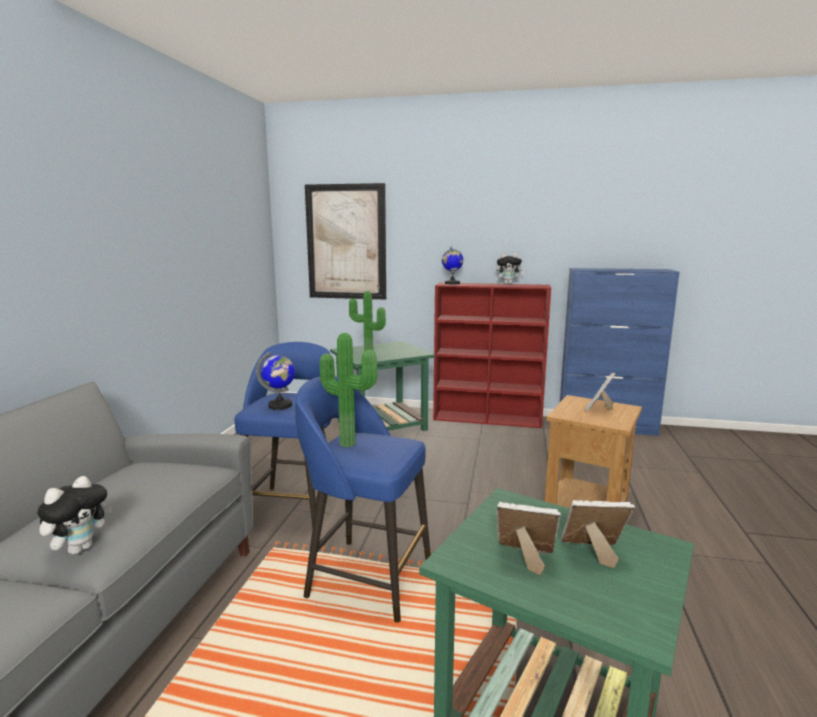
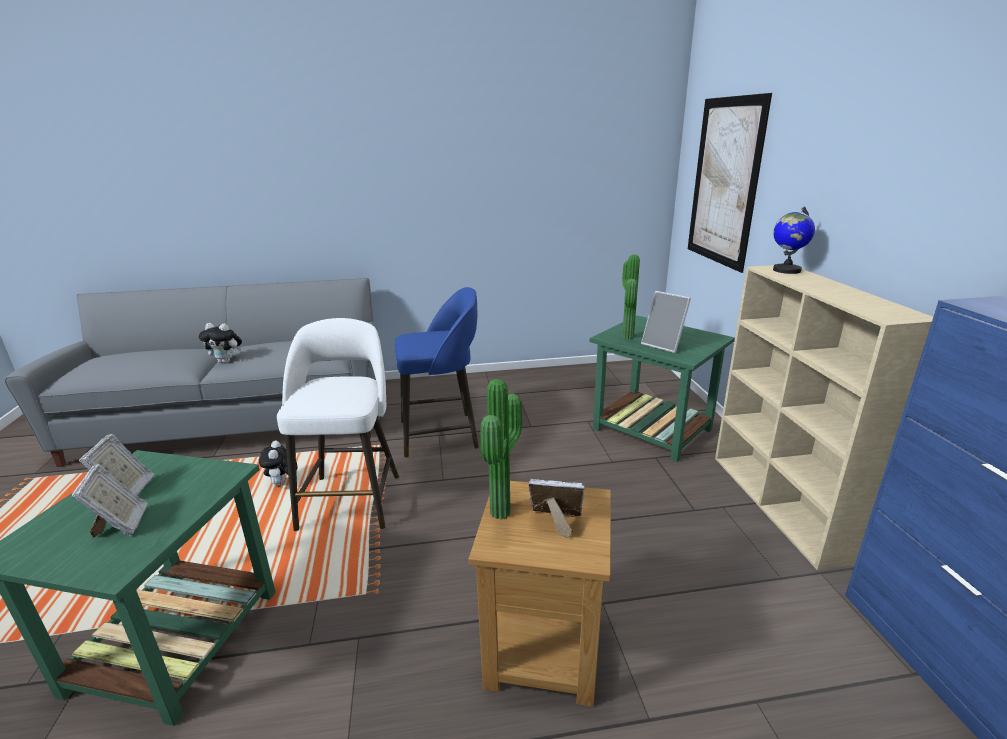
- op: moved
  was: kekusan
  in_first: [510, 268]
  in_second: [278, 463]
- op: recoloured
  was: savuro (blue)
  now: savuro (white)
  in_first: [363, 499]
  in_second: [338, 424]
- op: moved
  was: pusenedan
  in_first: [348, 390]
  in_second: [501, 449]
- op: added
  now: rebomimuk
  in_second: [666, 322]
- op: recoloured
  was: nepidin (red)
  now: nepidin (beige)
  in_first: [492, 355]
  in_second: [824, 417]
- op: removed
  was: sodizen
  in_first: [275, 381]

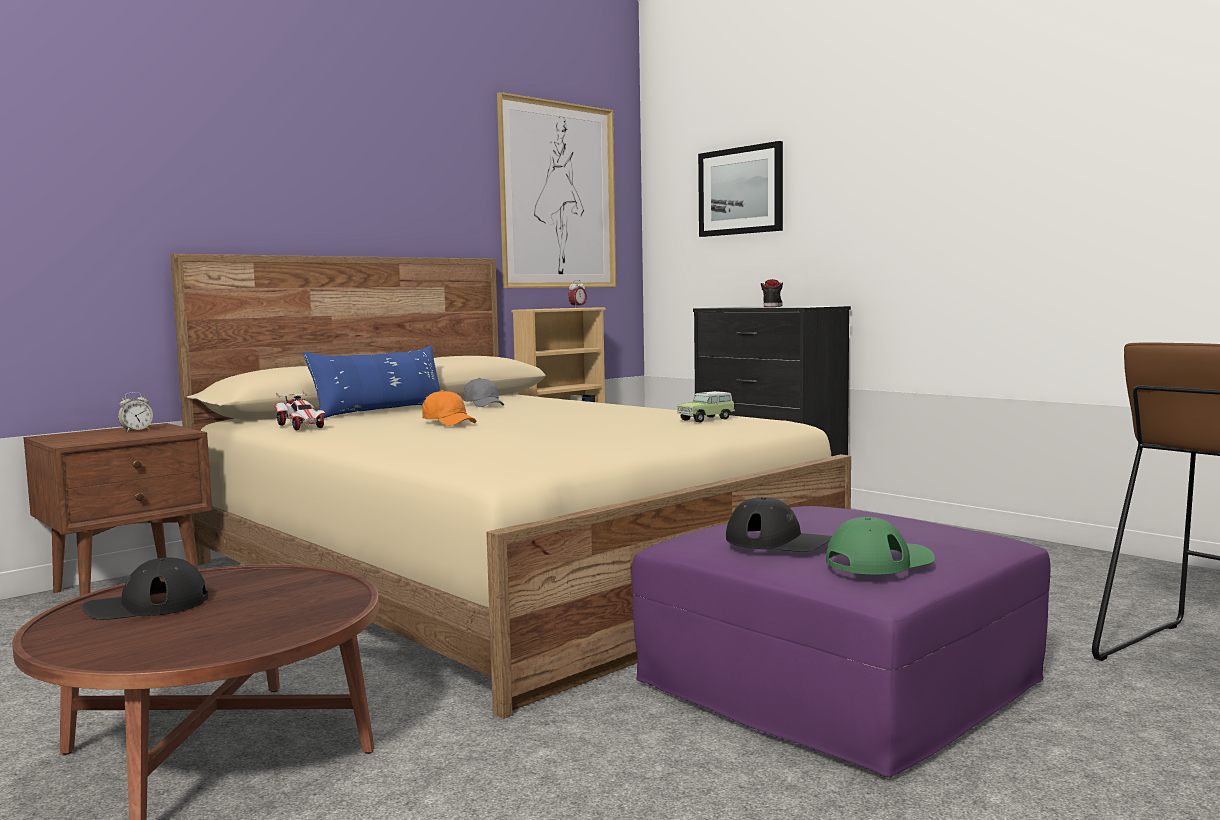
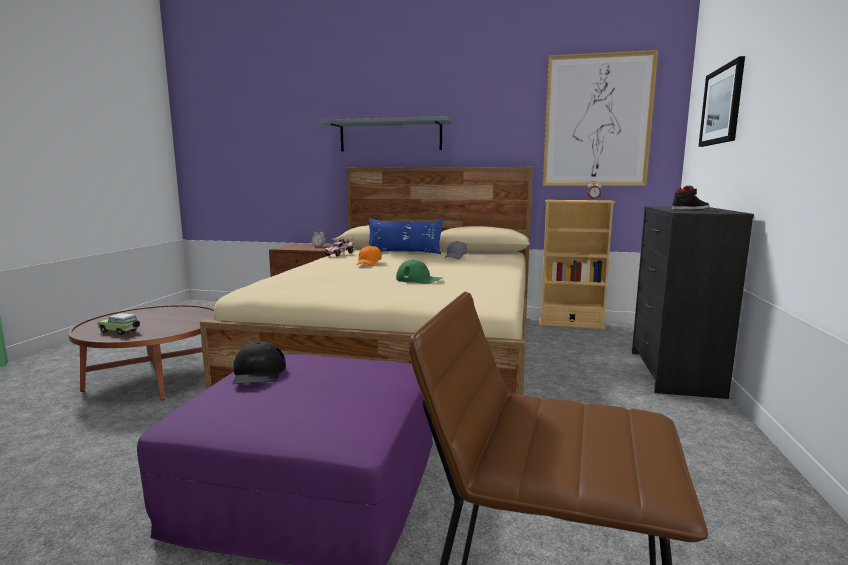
- op: moved
  was: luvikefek
  in_first: [706, 407]
  in_second: [118, 324]
- op: added
  now: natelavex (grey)
  in_second: [385, 133]
- op: moved
  was: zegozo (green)
  in_first: [880, 546]
  in_second: [419, 272]
- op: removed
  was: zegozo (black)
  in_first: [145, 588]

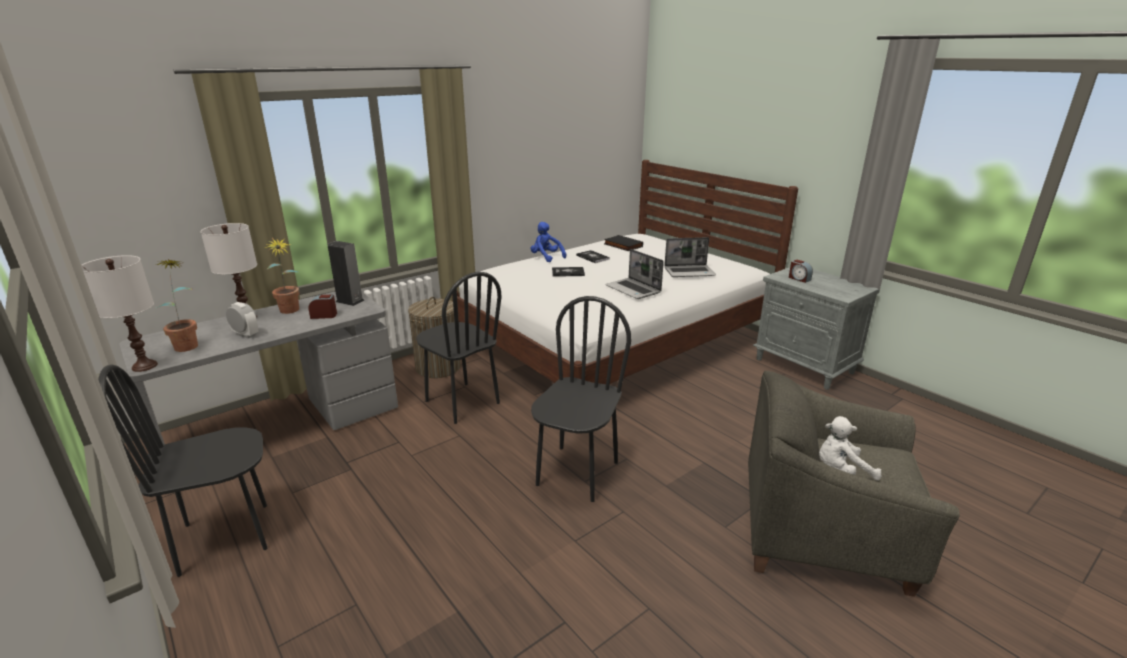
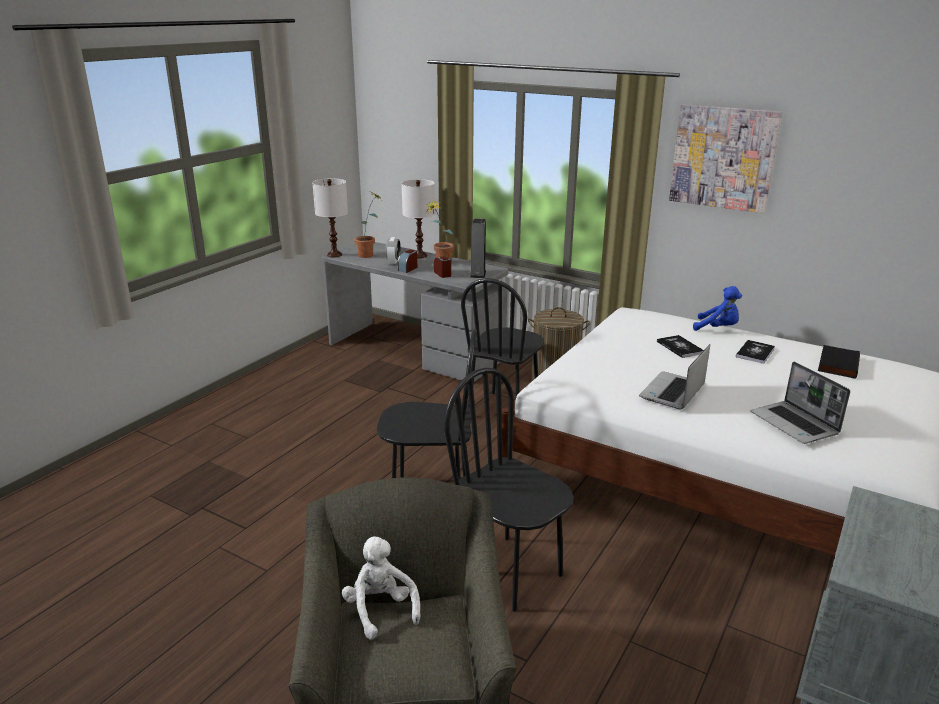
- op: moved
  was: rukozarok
  in_first: [801, 271]
  in_second: [407, 261]
- op: moved
  was: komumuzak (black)
  in_first: [182, 471]
  in_second: [509, 490]
- op: added
  now: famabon
  in_second: [725, 158]
- op: turned
  was: kekusan (blue)
  in_first: [548, 242]
  in_second: [717, 308]
  clockwise: 90

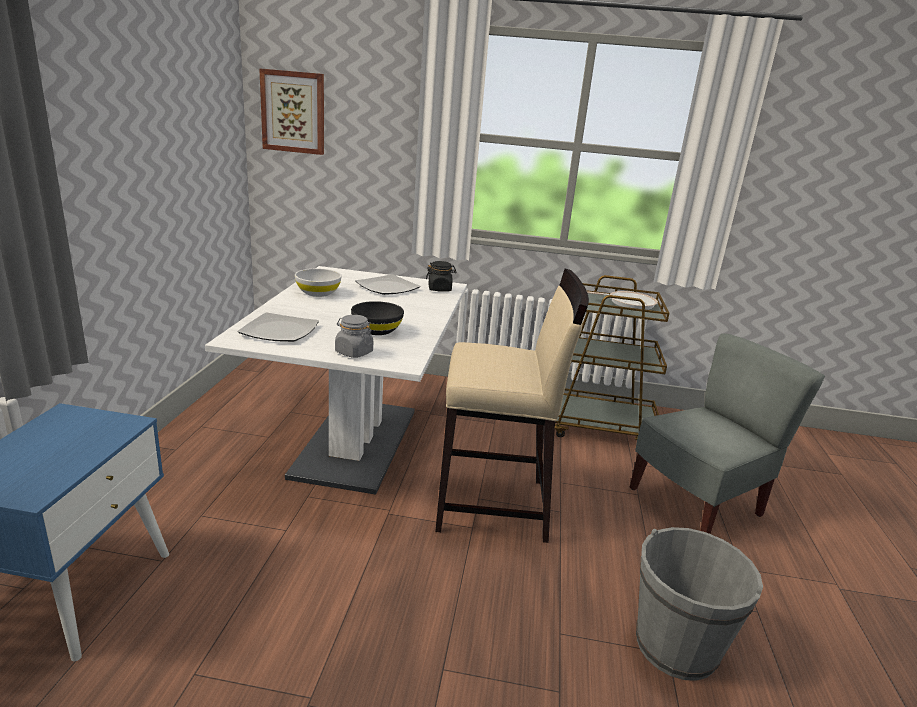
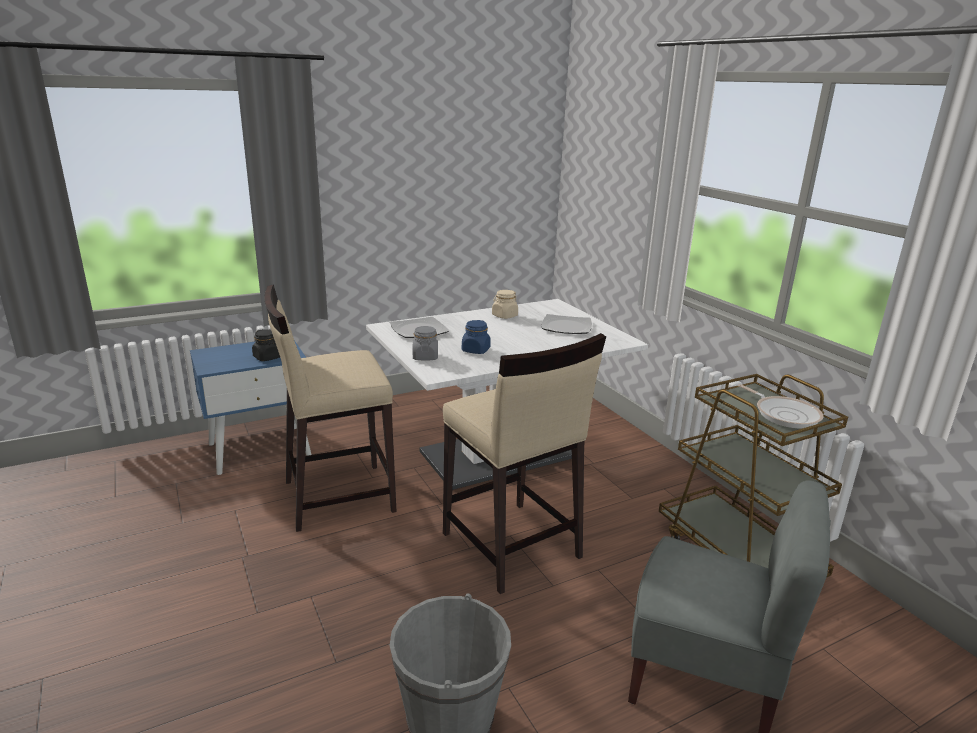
- op: moved
  was: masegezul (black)
  in_first: [441, 276]
  in_second: [266, 345]
- op: added
  now: savuro (beige)
  in_second: [330, 408]
- op: replaced
  was: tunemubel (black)
  now: masegezul (blue)
  in_first: [377, 318]
  in_second: [476, 337]
- op: replaced
  was: tunemubel (white)
  now: masegezul (beige)
  in_first: [318, 283]
  in_second: [505, 304]
- op: removed
  was: famabon
  in_first: [291, 111]

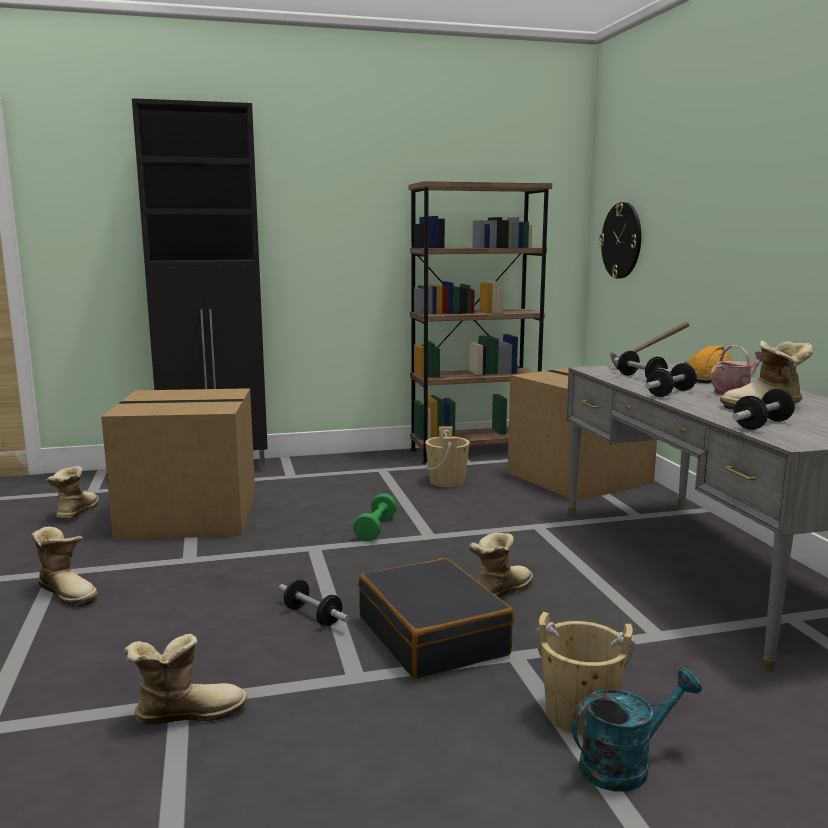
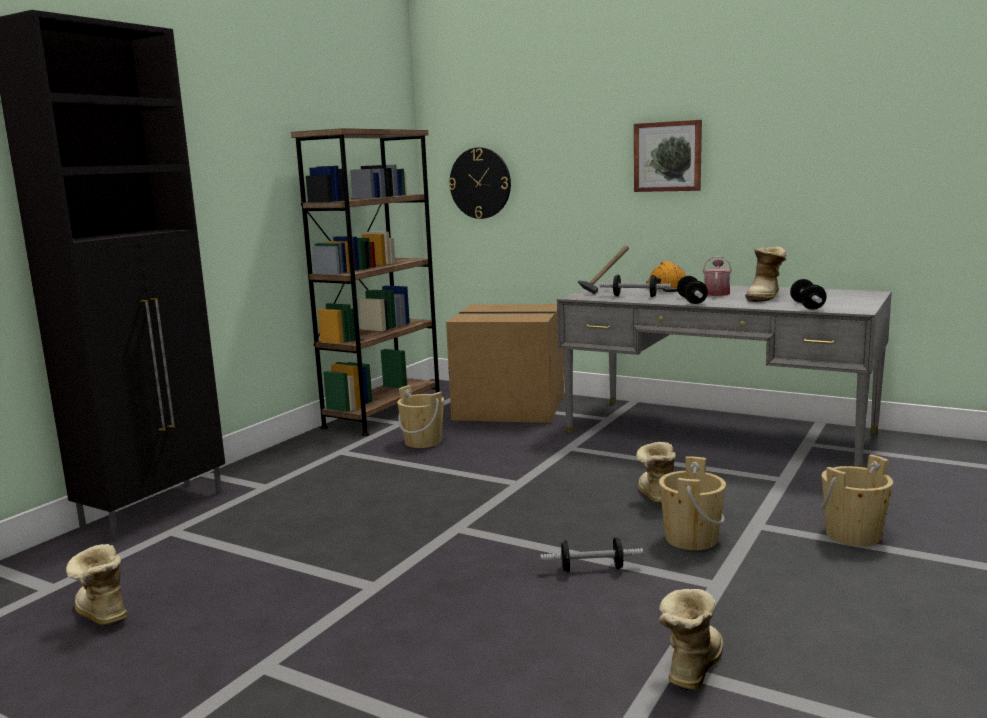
- op: added
  now: famabon
  in_second: [668, 156]
- op: replaced
  was: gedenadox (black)
  now: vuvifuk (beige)
  in_first: [436, 618]
  in_second: [692, 503]
- op: removed
  was: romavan
  in_first: [64, 566]
- op: removed
  was: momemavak
  in_first: [178, 464]
- op: removed
  was: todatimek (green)
  in_first: [375, 517]
- op: removed
  was: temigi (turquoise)
  in_first: [636, 729]

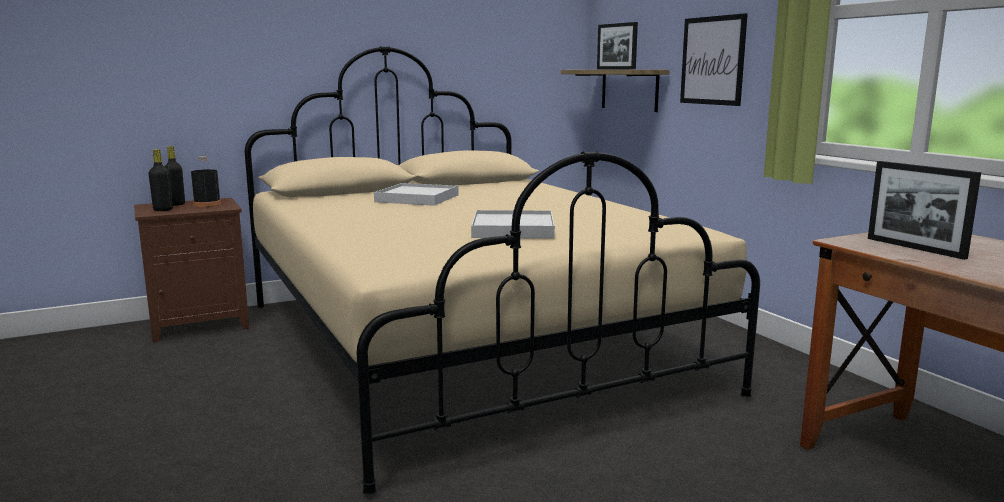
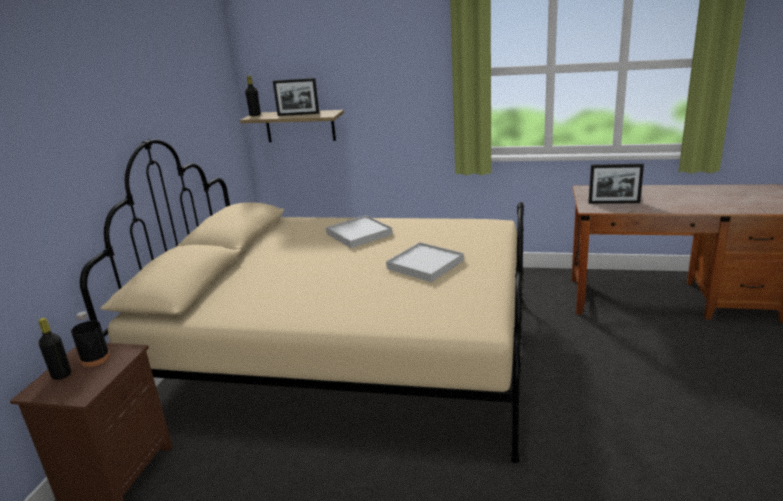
- op: moved
  was: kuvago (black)
  in_first: [160, 180]
  in_second: [253, 96]
- op: moved
  was: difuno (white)
  in_first: [416, 194]
  in_second: [359, 231]
- op: removed
  was: famabon
  in_first: [714, 59]

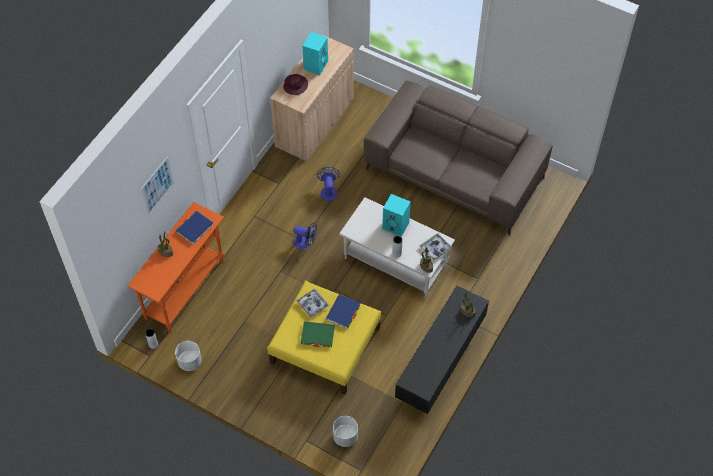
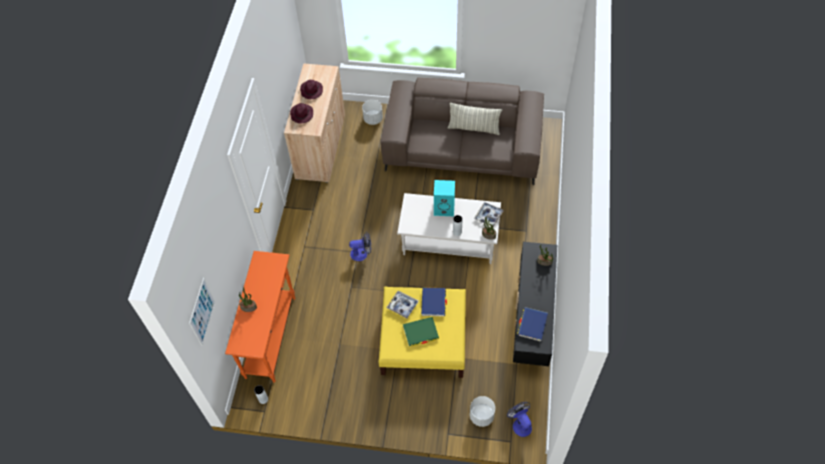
- op: moved
  was: famabon
  in_first: [157, 185]
  in_second: [202, 312]
- op: replaced
  was: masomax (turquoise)
  now: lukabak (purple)
  in_first: [315, 53]
  in_second: [311, 89]
- op: moved
  was: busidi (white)
  in_first: [188, 356]
  in_second: [372, 112]
- op: added
  now: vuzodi
  in_second: [474, 119]
- op: moved
  was: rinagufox
  in_first: [328, 184]
  in_second: [519, 419]
- op: moved
  was: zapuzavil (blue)
  in_first: [195, 227]
  in_second: [532, 324]

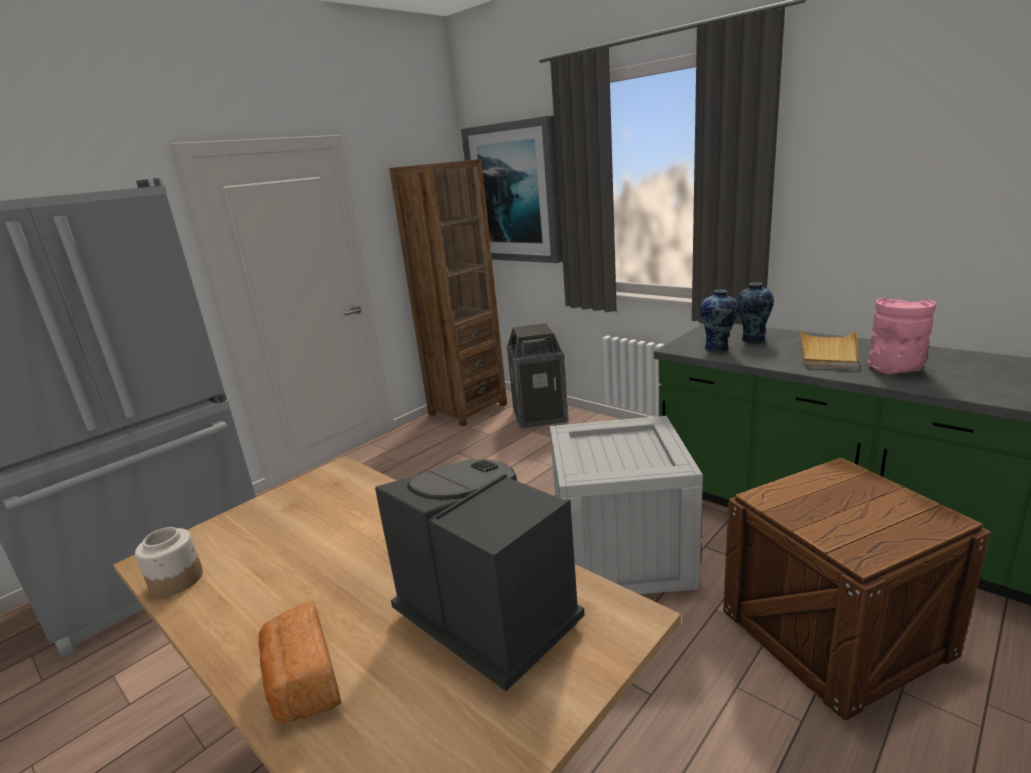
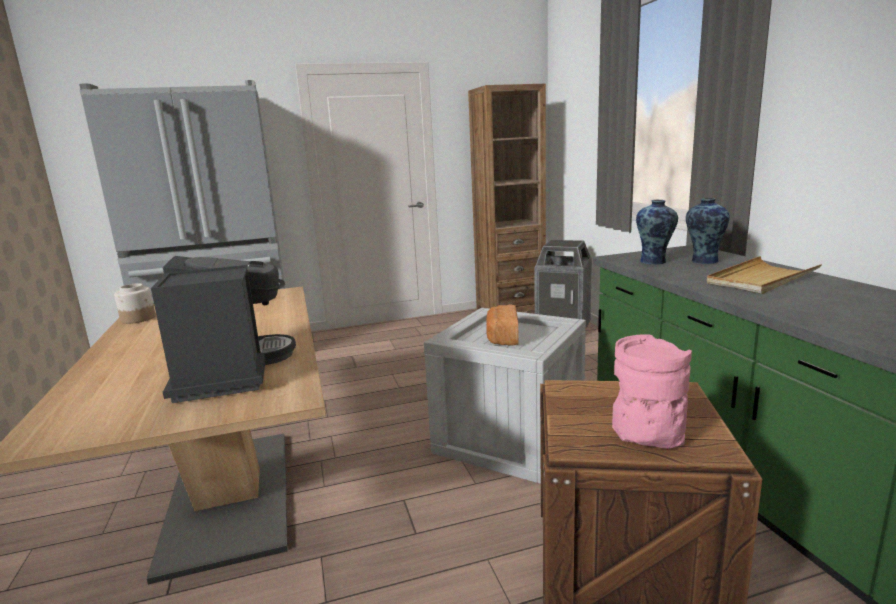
- op: moved
  was: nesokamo
  in_first: [300, 662]
  in_second: [502, 325]
- op: moved
  was: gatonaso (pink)
  in_first: [902, 336]
  in_second: [652, 391]
- op: removed
  was: famabon
  in_first: [512, 189]

